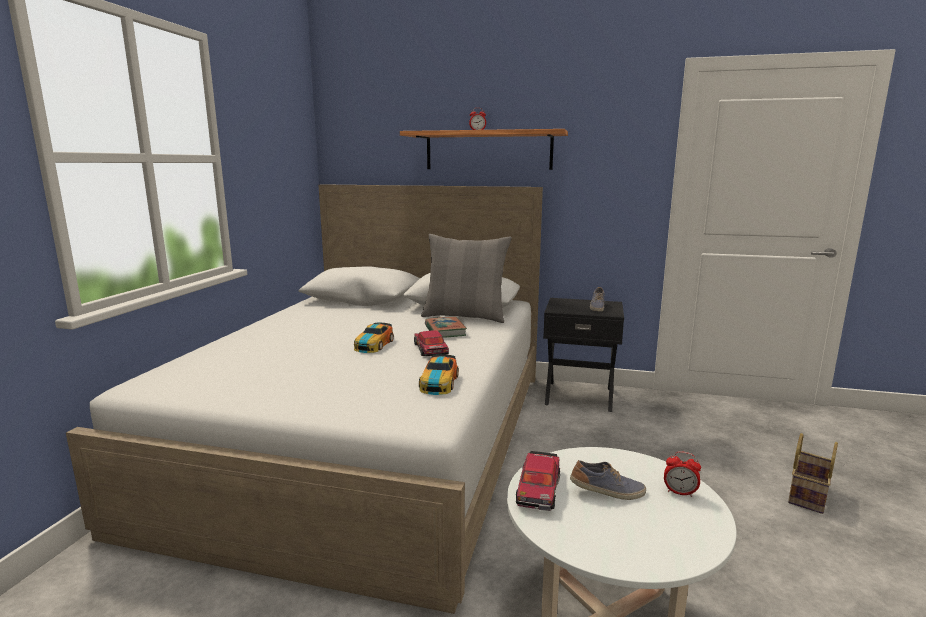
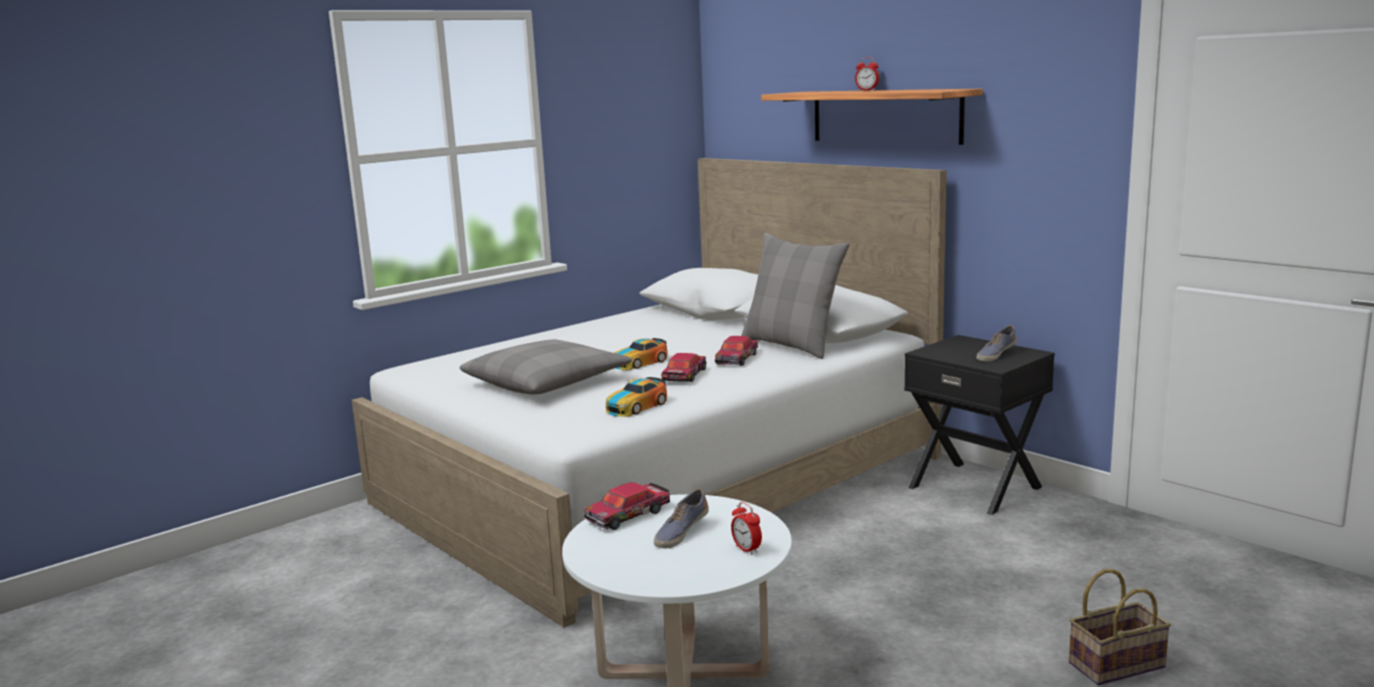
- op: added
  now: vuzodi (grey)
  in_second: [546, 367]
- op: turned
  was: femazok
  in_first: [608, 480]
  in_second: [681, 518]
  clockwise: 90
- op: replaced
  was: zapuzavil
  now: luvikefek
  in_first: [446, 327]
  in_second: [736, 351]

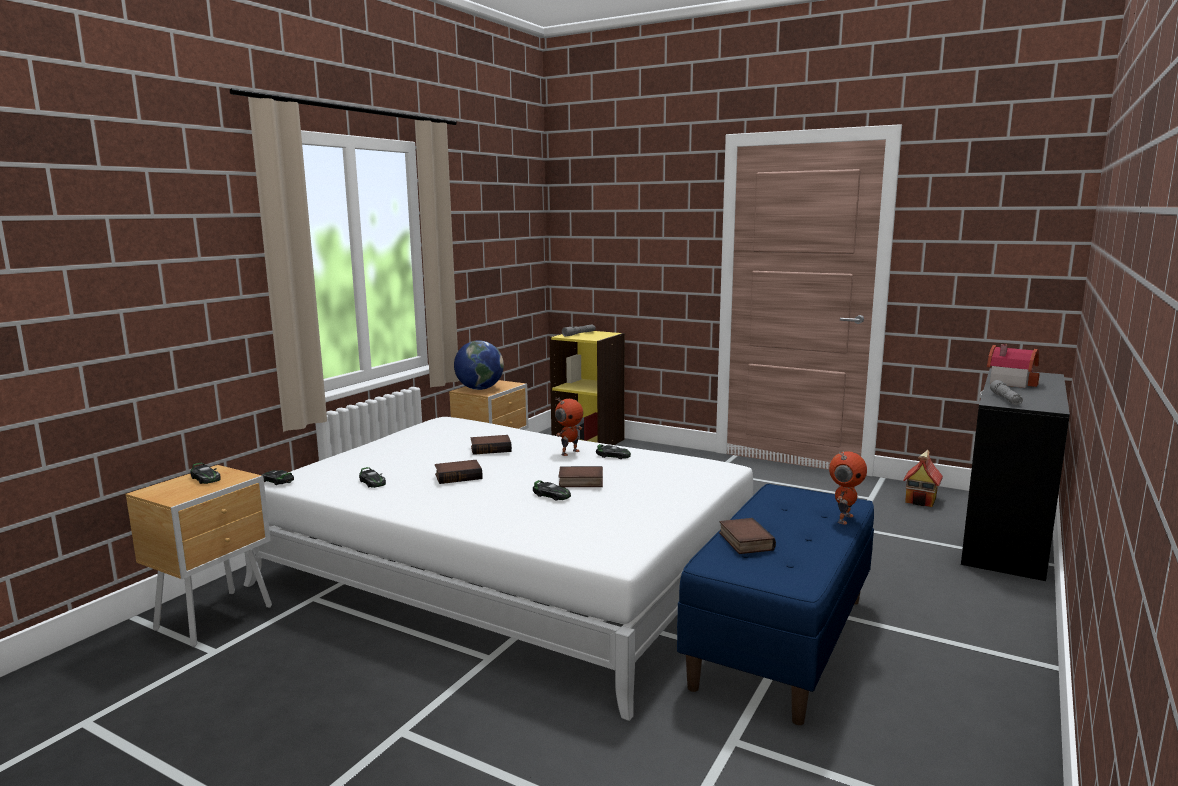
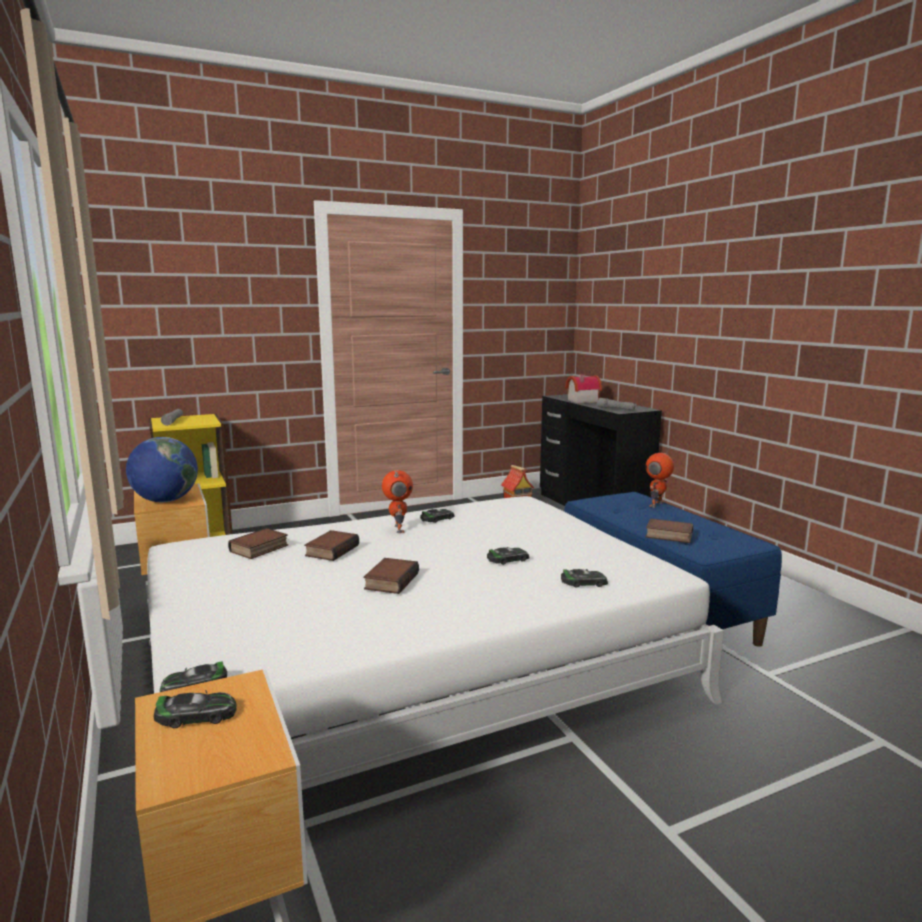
- op: moved
  was: zapuzavil
  in_first: [580, 476]
  in_second: [258, 543]
- op: moved
  was: luvikefek
  in_first: [372, 477]
  in_second: [584, 578]
- op: turned
  was: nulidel
  in_first: [848, 487]
  in_second: [660, 477]
  clockwise: -120

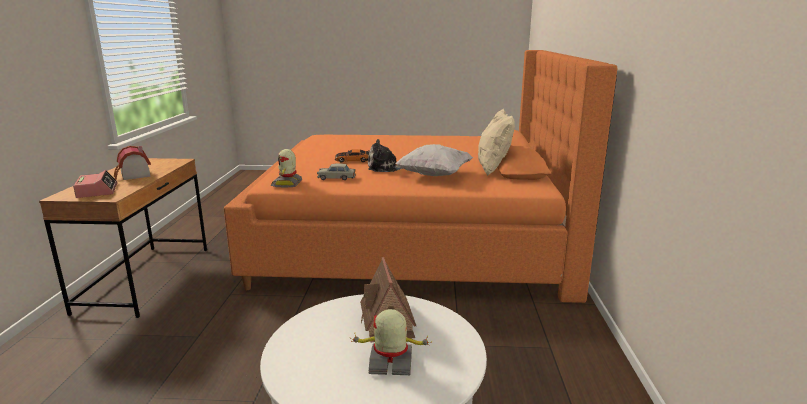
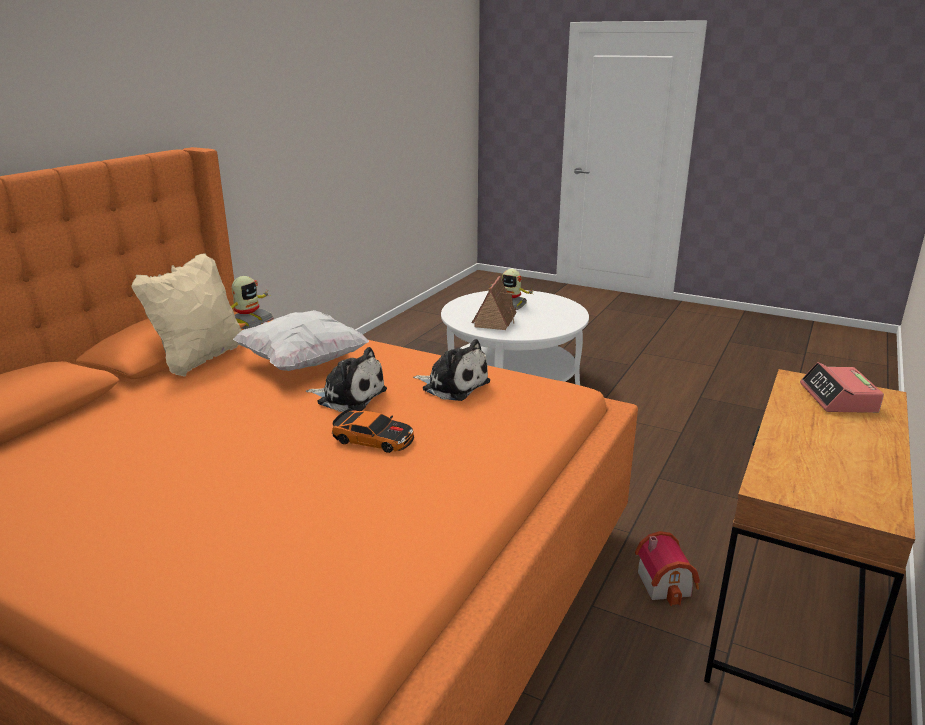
- op: moved
  was: nulidel
  in_first: [286, 168]
  in_second: [252, 302]
- op: replaced
  was: luvikefek (beige)
  now: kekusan
  in_first: [336, 171]
  in_second: [451, 370]
- op: moved
  was: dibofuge
  in_first: [132, 163]
  in_second: [667, 568]

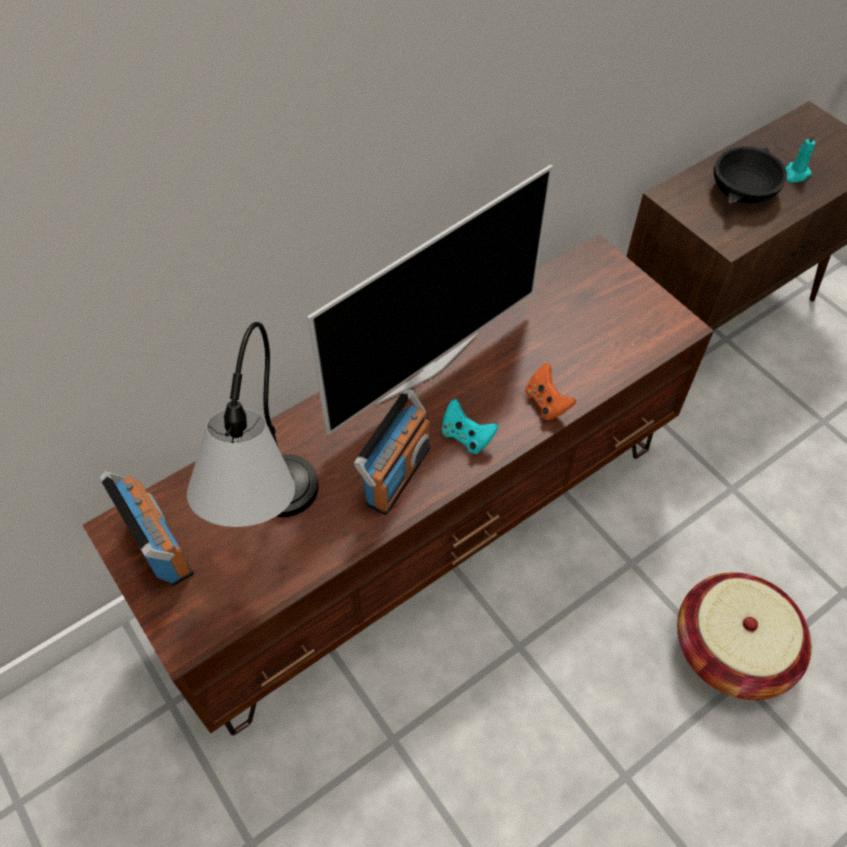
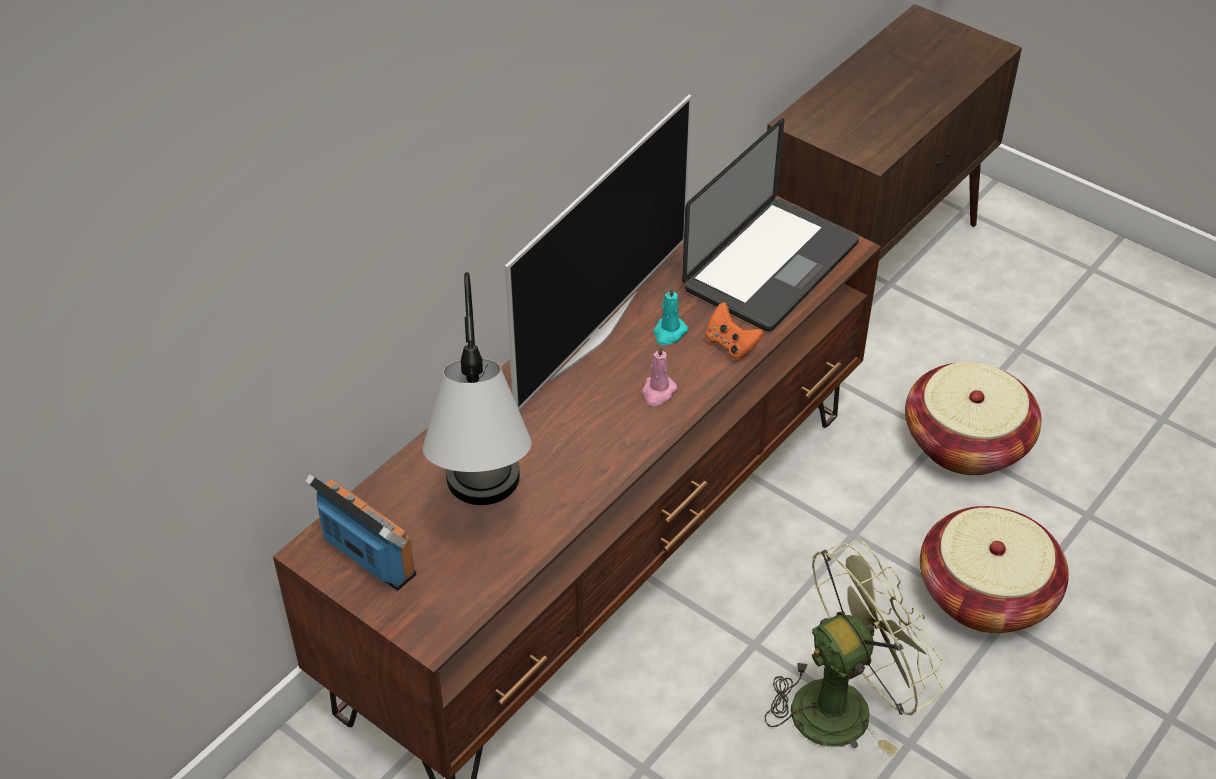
- op: replaced
  was: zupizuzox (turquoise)
  now: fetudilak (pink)
  in_first: [470, 426]
  in_second: [659, 375]
- op: moved
  was: fetudilak (turquoise)
  in_first: [800, 157]
  in_second: [670, 315]
- op: added
  now: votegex
  in_second: [770, 225]
- op: added
  now: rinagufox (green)
  in_second: [854, 647]
- op: added
  now: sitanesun
  in_second: [973, 418]
- op: removed
  was: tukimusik
  in_first: [392, 452]
- op: removed
  was: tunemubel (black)
  in_first: [750, 175]

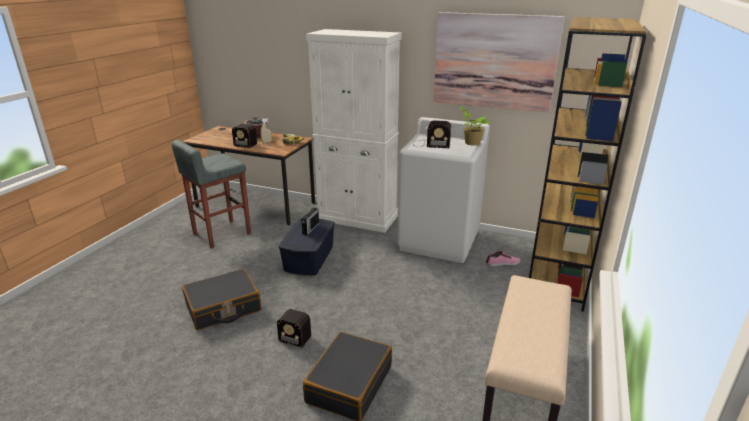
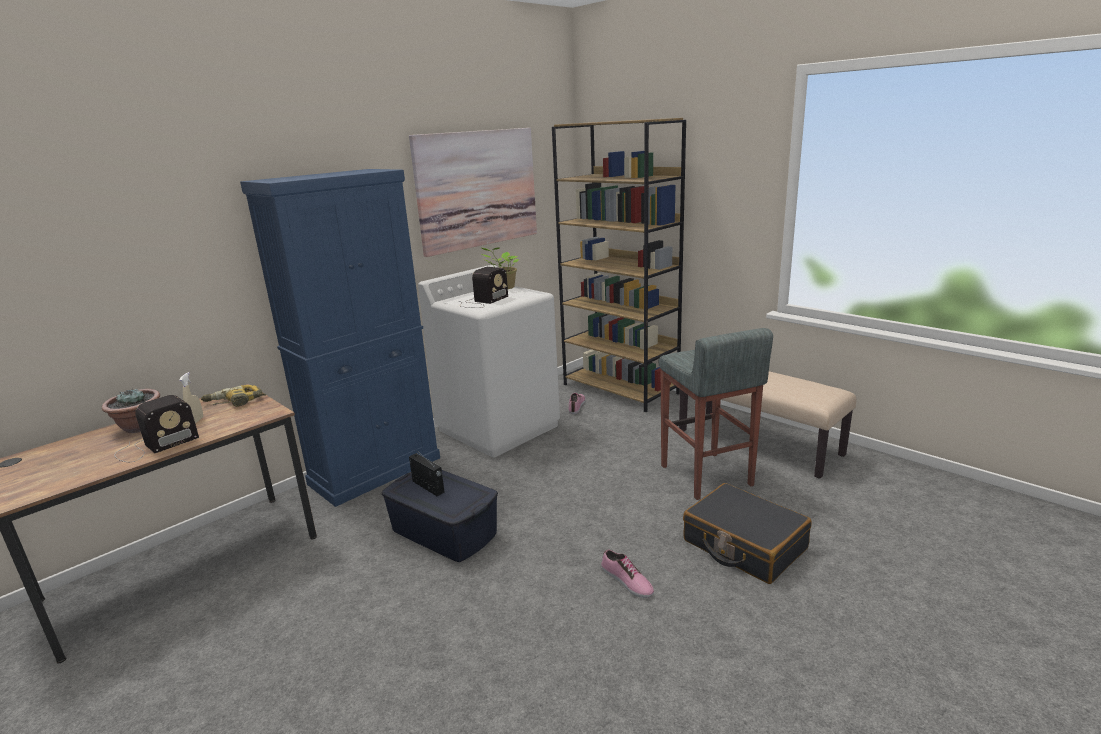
- op: recoloured
  was: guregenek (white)
  now: guregenek (blue)
  in_first: [354, 131]
  in_second: [340, 338]
- op: replaced
  was: tukimusik
  now: femazok
  in_first: [289, 328]
  in_second: [627, 573]
- op: moved
  was: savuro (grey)
  in_first: [211, 194]
  in_second: [716, 414]
- op: removed
  was: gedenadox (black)
  in_first: [221, 299]

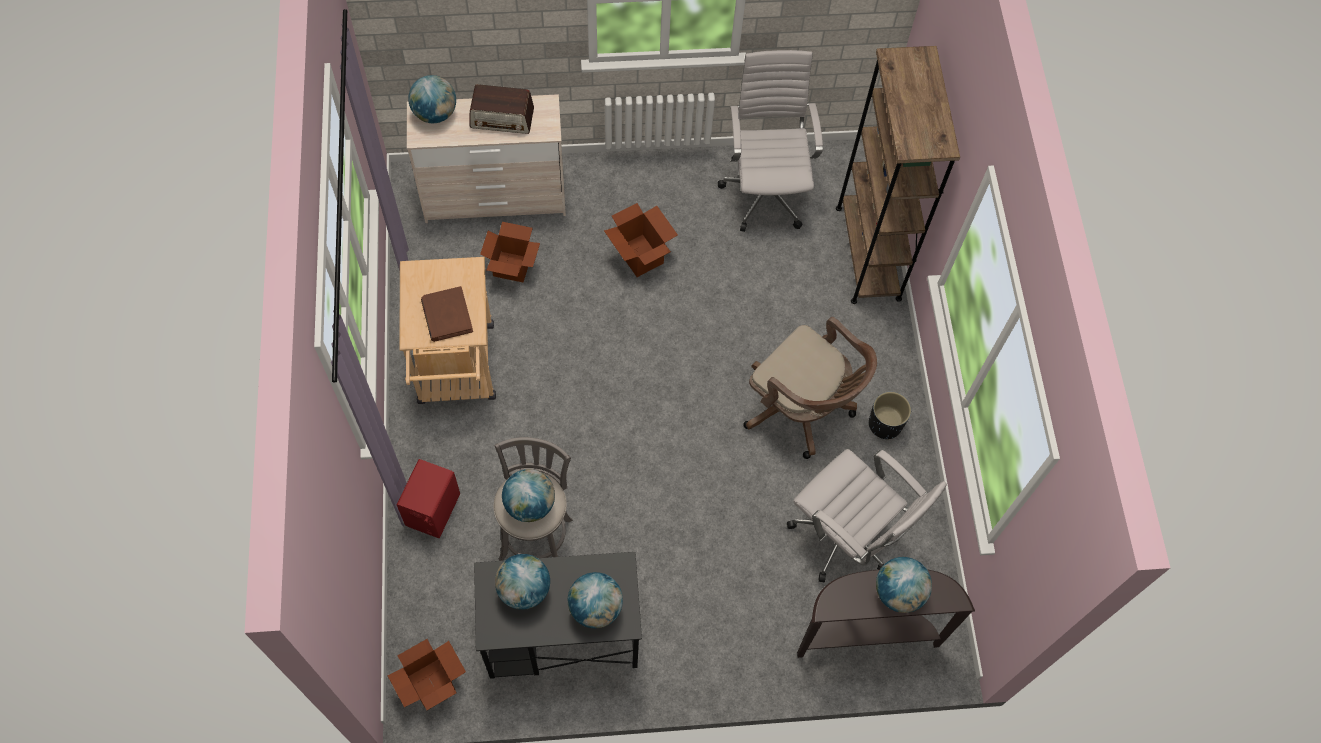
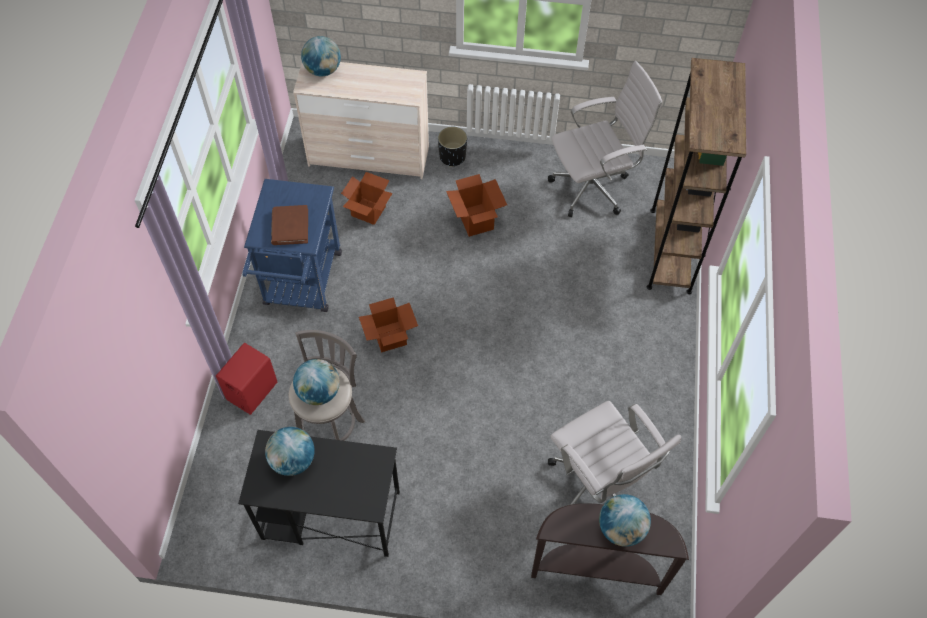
- op: recoloured
  was: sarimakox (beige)
  now: sarimakox (blue)
  in_first: [447, 330]
  in_second: [292, 245]
- op: moved
  was: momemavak
  in_first: [426, 674]
  in_second: [388, 325]
- op: moved
  was: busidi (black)
  in_first: [890, 416]
  in_second: [452, 147]
- op: turned
  was: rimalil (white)
  in_first: [770, 141]
  in_second: [605, 139]
  clockwise: 60
- op: removed
  was: tukimusik
  in_first: [502, 109]
- op: removed
  was: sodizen
  in_first: [595, 600]
- op: removed
  was: rimalil (brown)
  in_first: [810, 388]

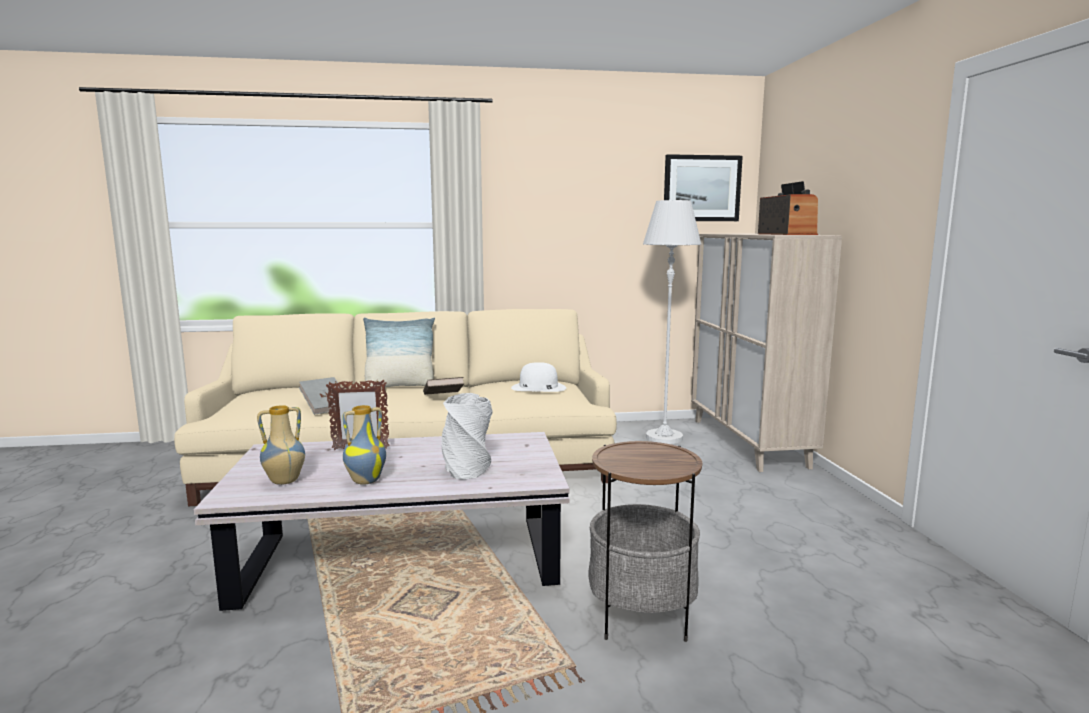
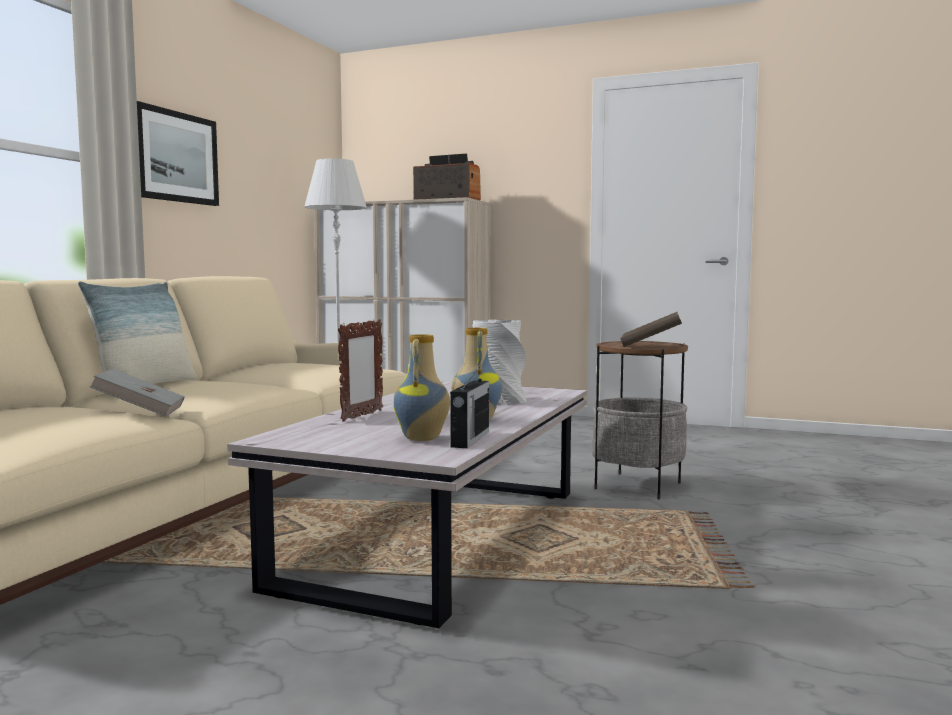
- op: moved
  was: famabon
  in_first: [703, 187]
  in_second: [178, 153]
- op: added
  now: tukimusik
  in_second: [469, 408]
- op: moved
  was: zapuzavil (brown)
  in_first: [443, 386]
  in_second: [651, 329]
- op: removed
  was: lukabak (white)
  in_first: [538, 377]

